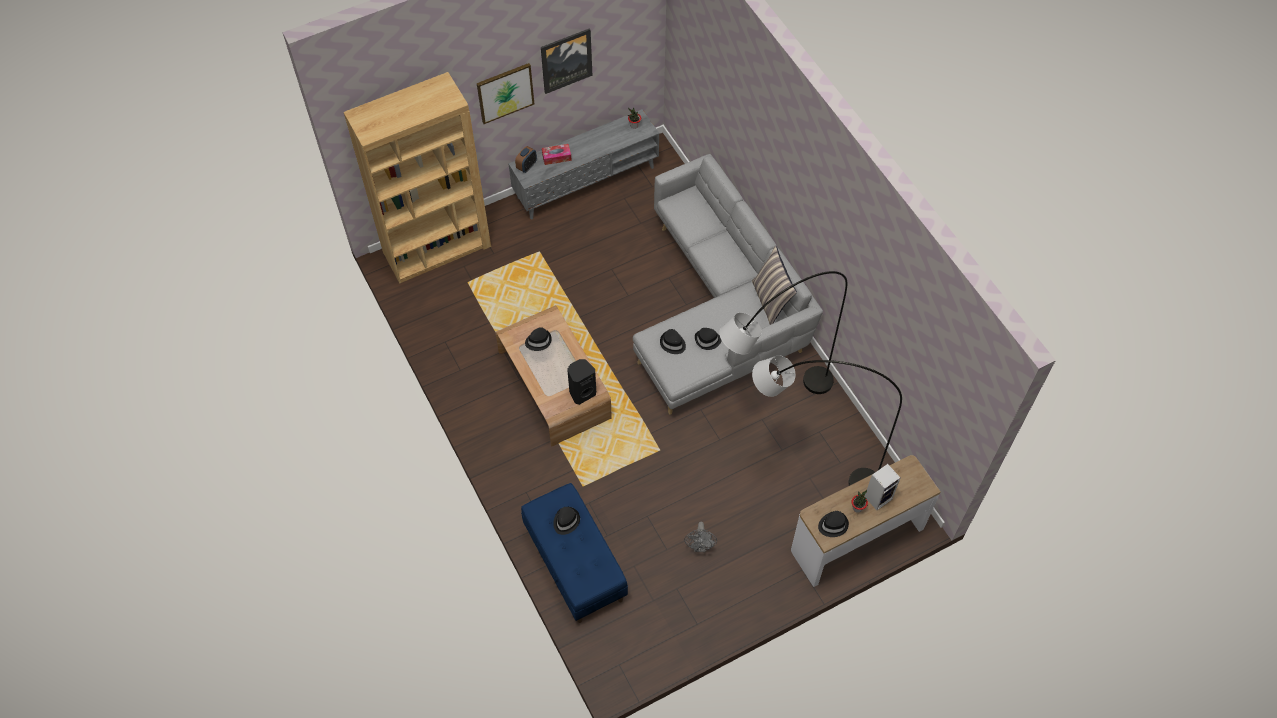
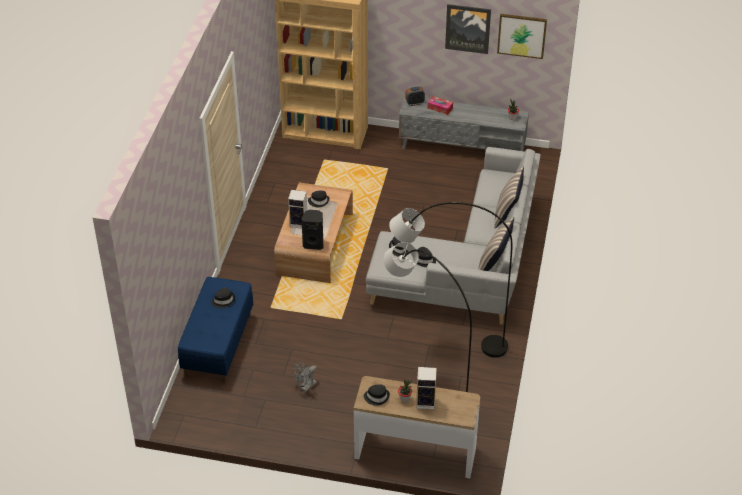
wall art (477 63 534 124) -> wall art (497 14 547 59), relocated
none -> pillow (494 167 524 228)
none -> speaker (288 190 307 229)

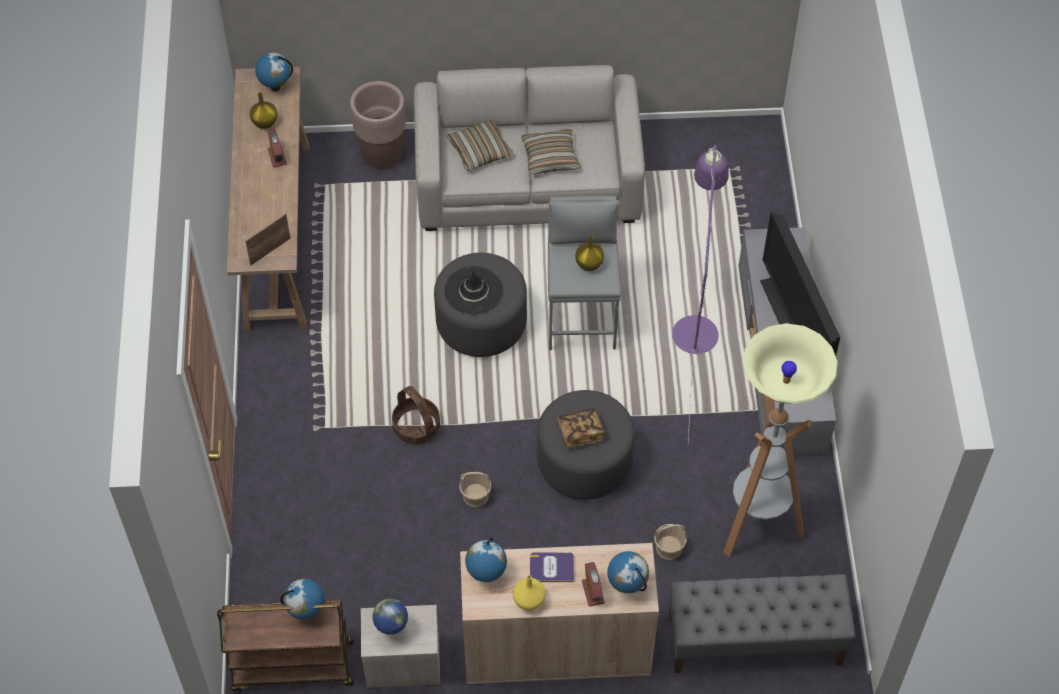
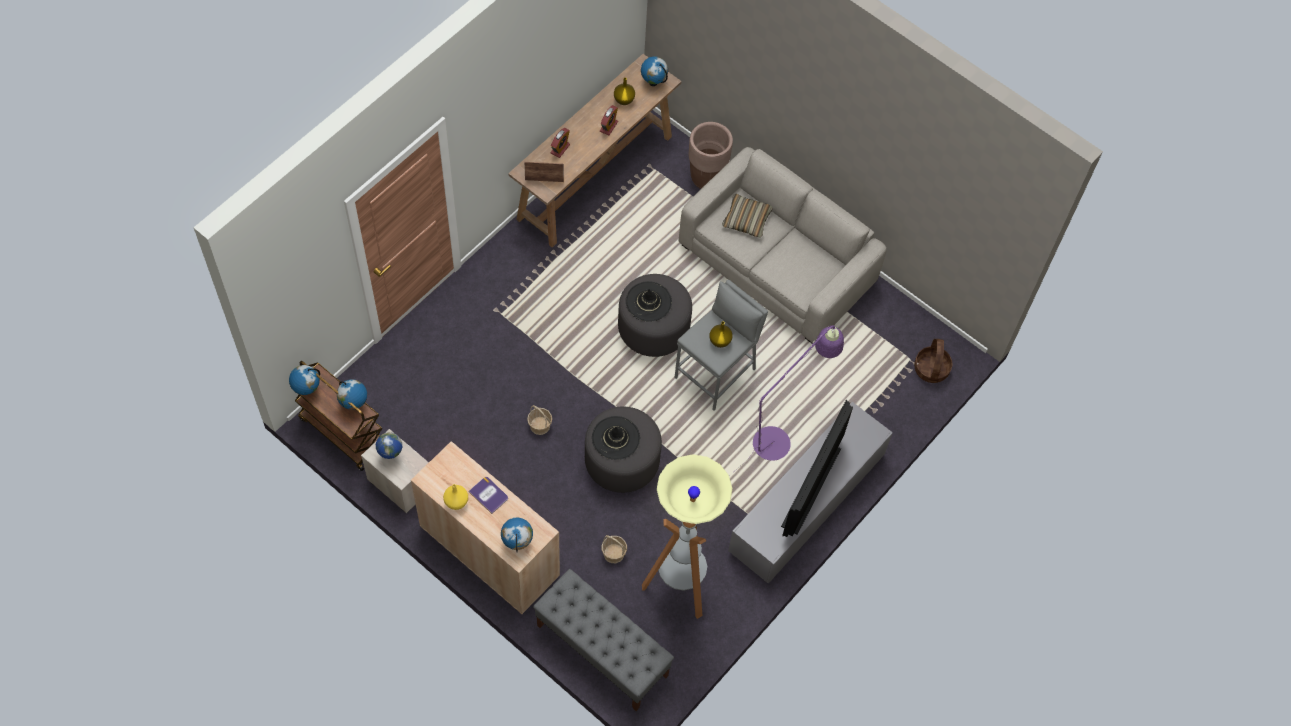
pillow (521 129 581 174) -> none
basket (392 386 440 444) -> basket (914 339 953 383), relocated
bound book (557 408 604 448) -> black wearable hat (592 416 640 460)
desk globe (465 538 507 582) -> desk globe (289 365 320 395), relocated
bedside clock (582 562 605 607) -> bedside clock (551 128 570 158), relocated

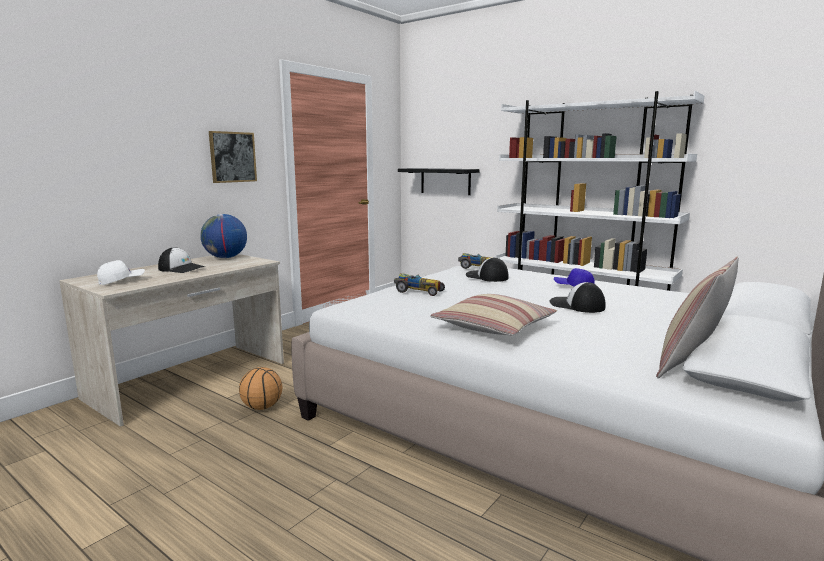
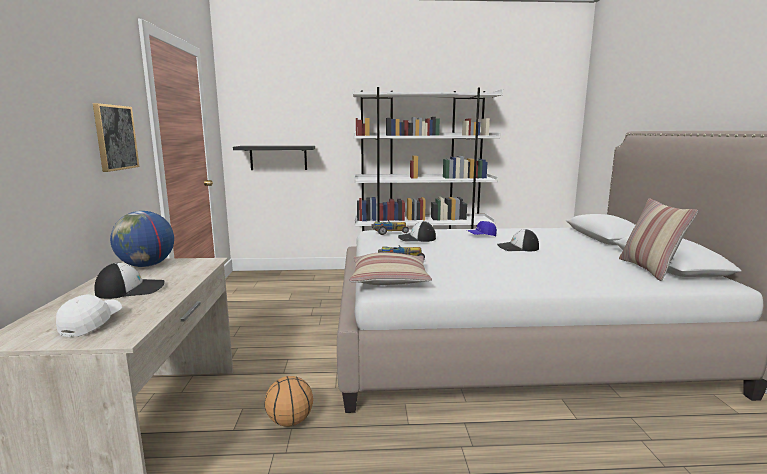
pillow (431 294 557 335) -> pillow (349 252 432 285), relocated

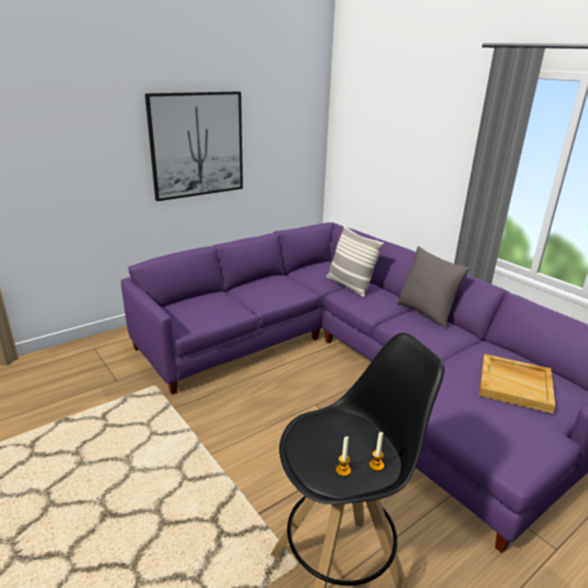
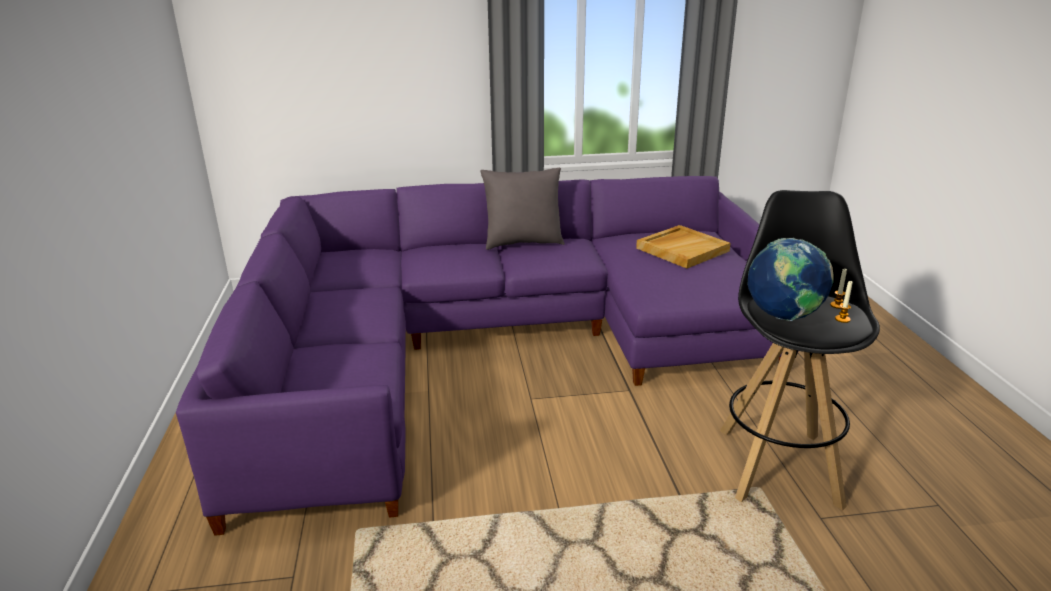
wall art (145 91 243 201) -> none
pillow (326 226 384 297) -> none
none -> desk globe (748 238 834 321)

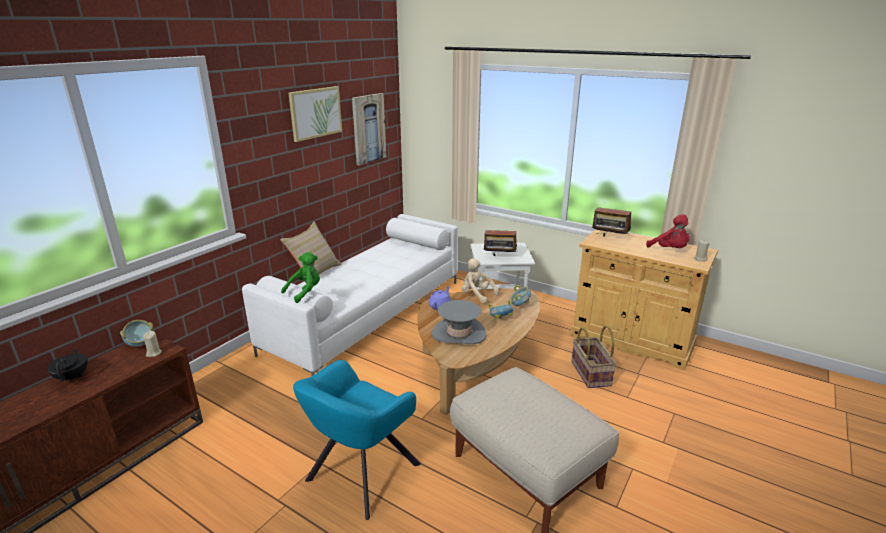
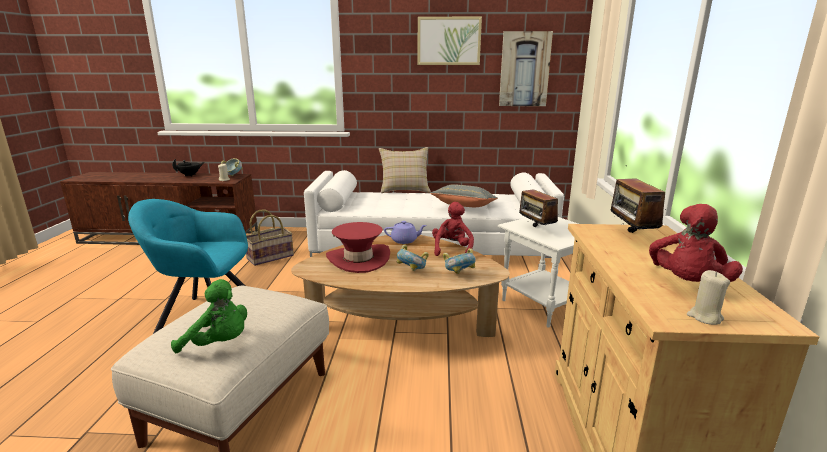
greenish plush toy (281 252 320 303) -> greenish plush toy (171 279 247 353), relocated
beige plush toy (462 258 499 304) -> red-coloured plush toy (432 202 474 256)
gray wearable hat (432 300 487 344) -> red-coloured wearable hat (326 222 390 273)
basket (571 326 617 388) -> basket (246 209 294 266), relocated
none -> gray pillow (430 184 498 207)

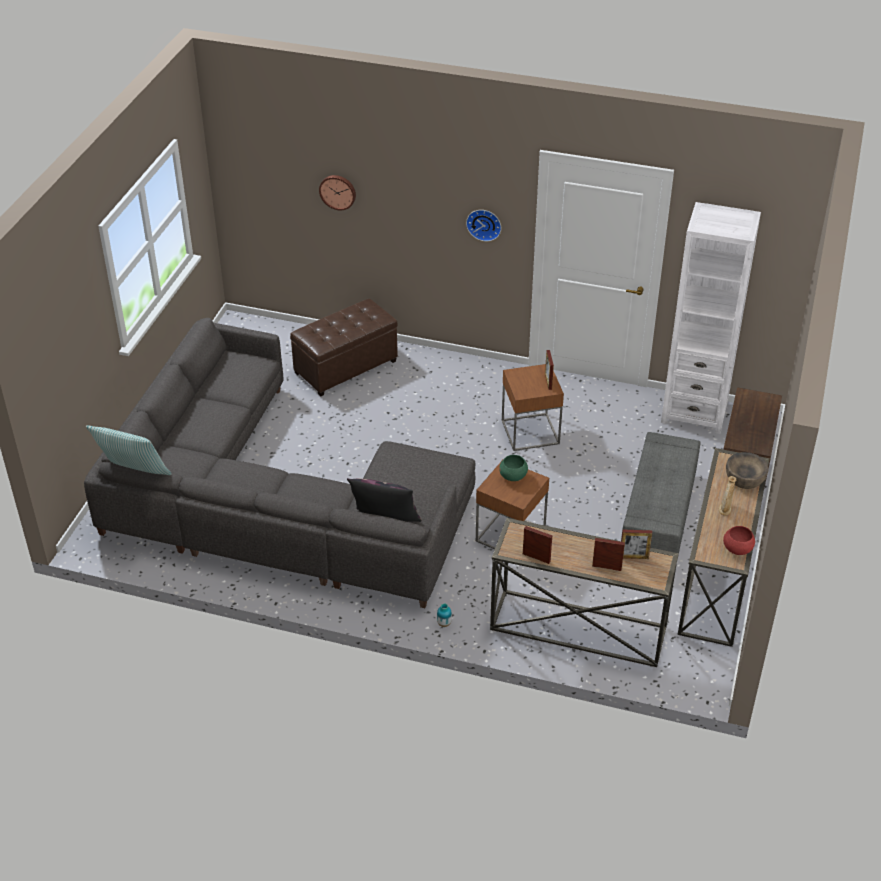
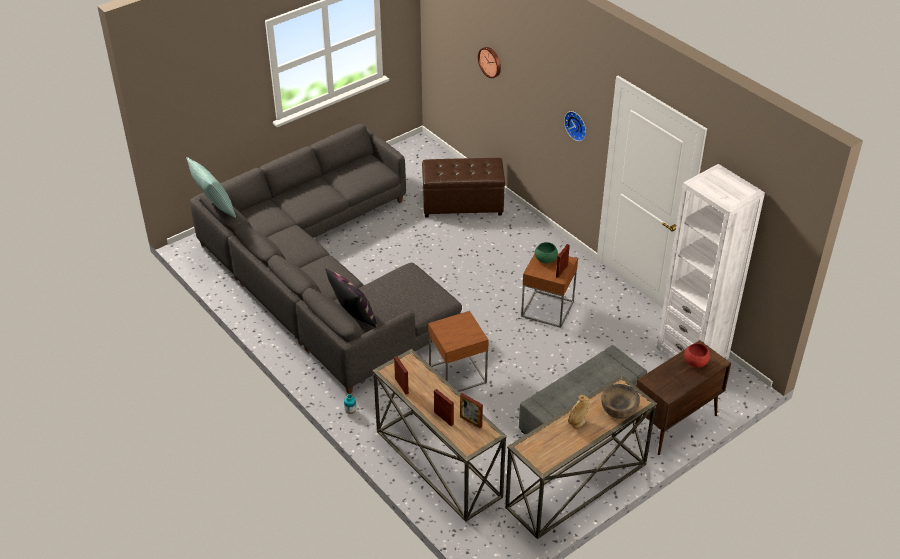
greenish deep dish (499 455 528 481) -> greenish deep dish (535 242 558 263), relocated
red-coloured deep dish (723 526 755 555) -> red-coloured deep dish (684 343 710 367), relocated

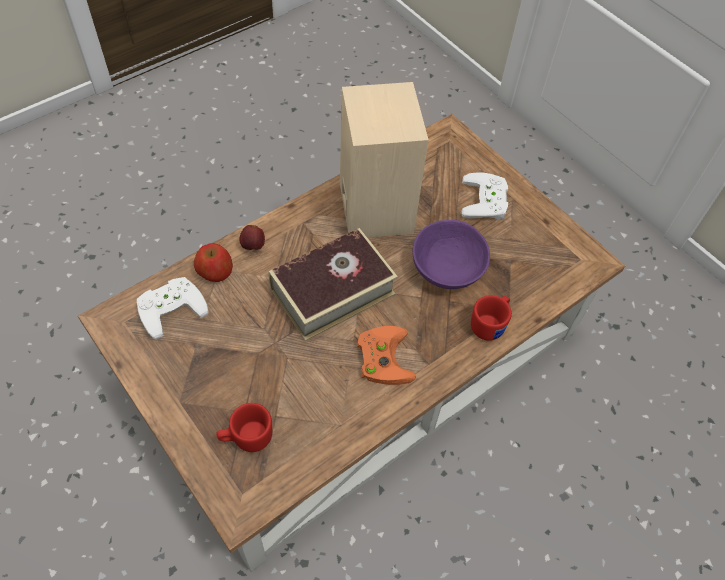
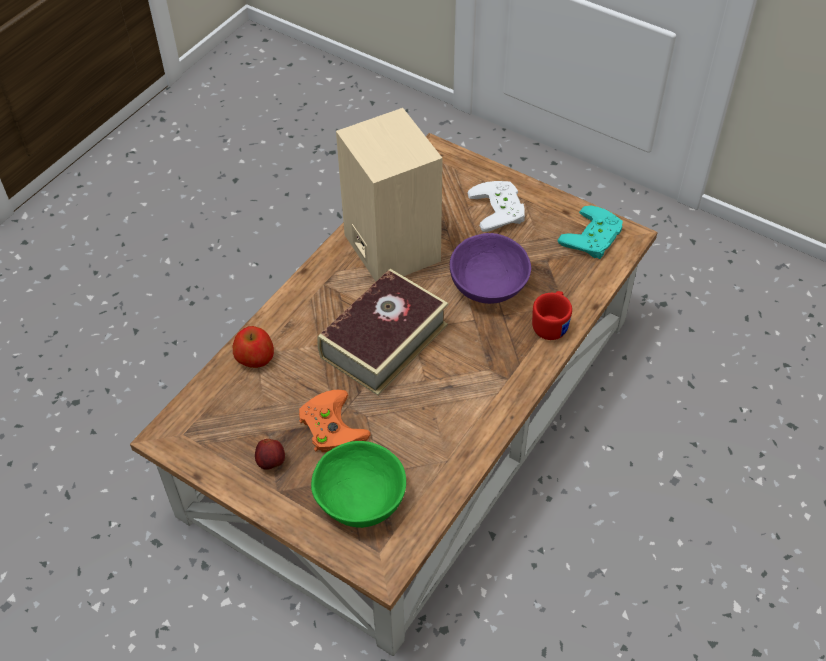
apple fruit (240 225 265 250) -> apple fruit (255 439 285 470), relocated
white joypad (137 277 209 340) -> none
orangey joypad (357 326 416 385) -> orangey joypad (299 390 371 452), relocated
red-coloured tea mug (216 403 272 452) -> greenish deep dish (311 441 406 528)
none -> turquoise joypad (558 206 623 259)

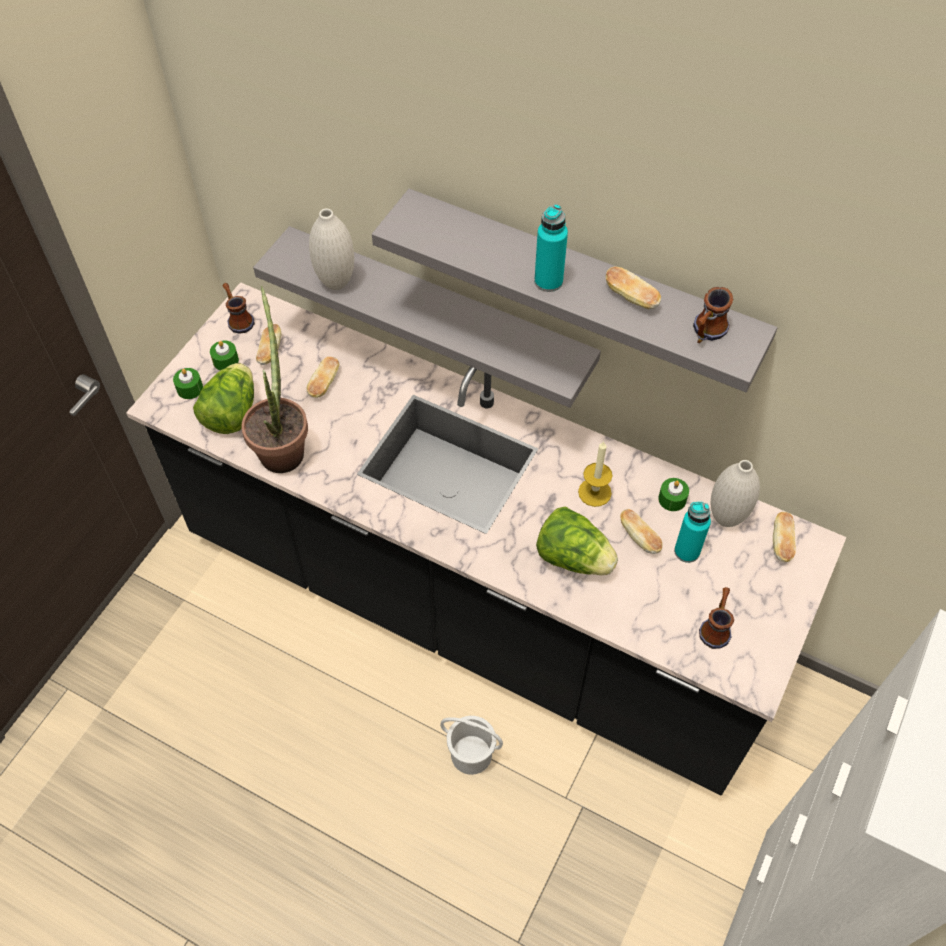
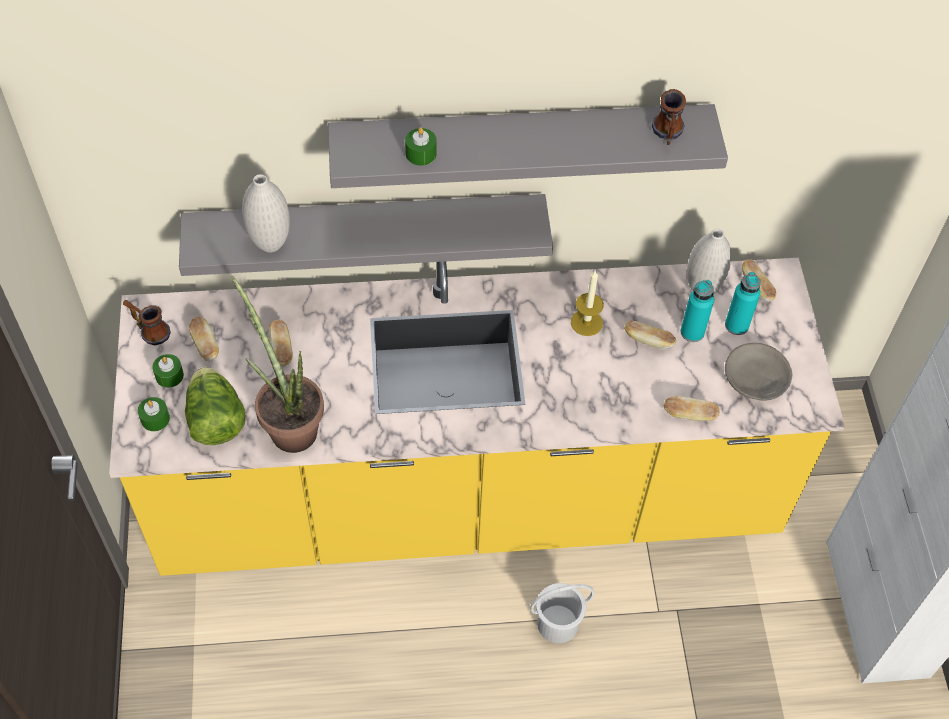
turquoise bottle (534 204 568 292) -> turquoise bottle (725 272 761 335), relocated
bread (605 267 661 309) -> bread (664 396 720 421), relocated
black kitchen base unit (126 282 846 796) -> yellow-coloured kitchen base unit (109 258 845 576)
greenish candle (658 478 689 511) -> greenish candle (405 127 437 166), relocated
lettuce (536 506 618 575) -> none
tea mug (699 587 734 649) -> gray deep dish (725 343 792 400)

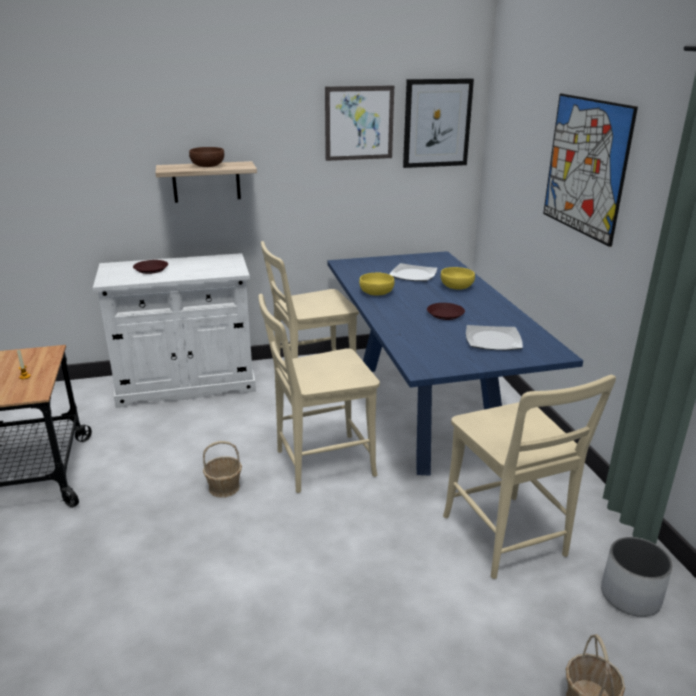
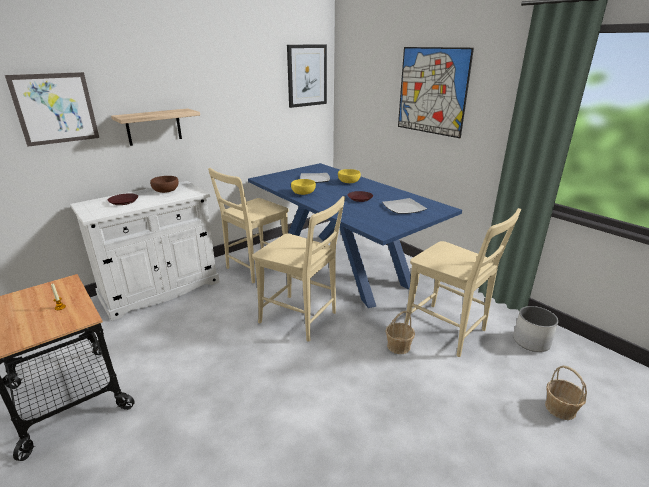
wall art (325 86 394 161) -> wall art (5 72 99 147), relocated
brown-coloured deep dish (189 147 224 167) -> brown-coloured deep dish (150 176 179 193), relocated
beige upright chair (258 294 380 493) -> beige upright chair (252 196 345 341), 105 degrees counterclockwise
basket (203 441 242 498) -> basket (386 311 415 354), relocated

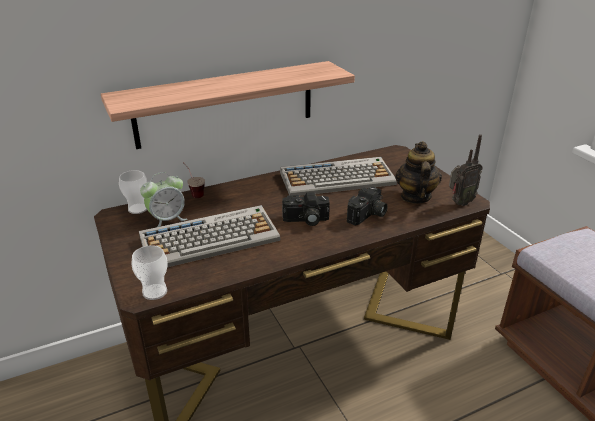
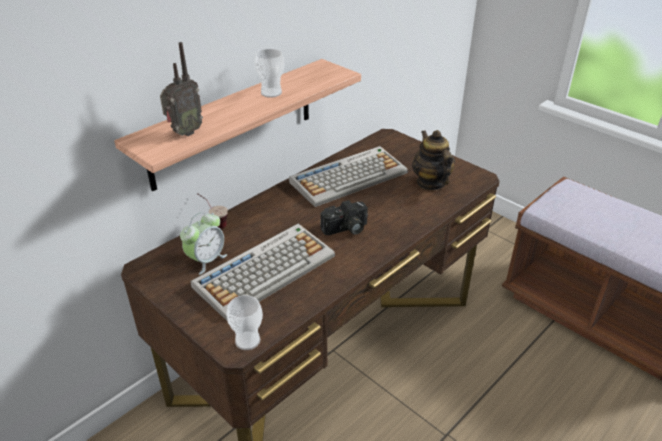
radio (449 134 482 206) -> radio (160 42 203 136), relocated
cup (119 170 147 214) -> cup (254 49 284 98), relocated
still camera (347 187 388 226) -> none

